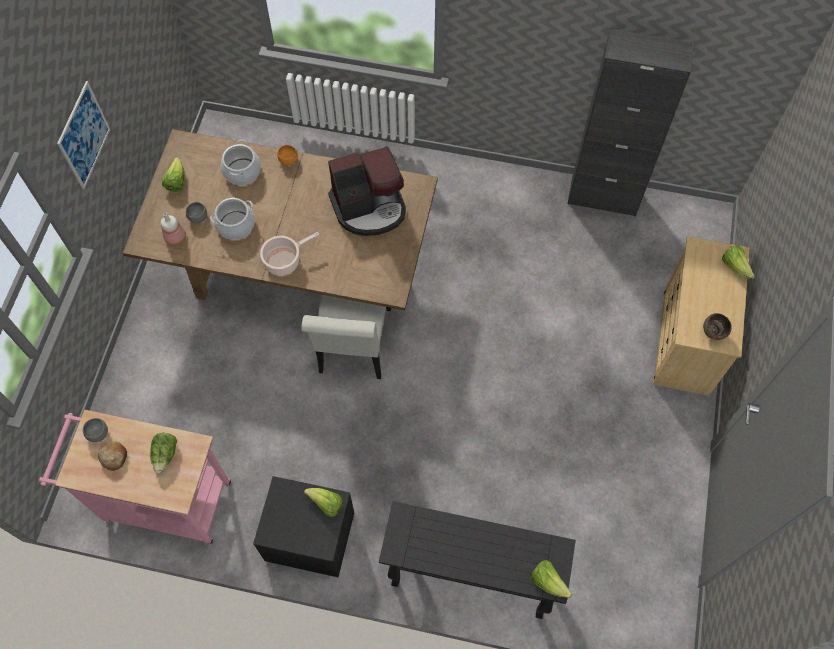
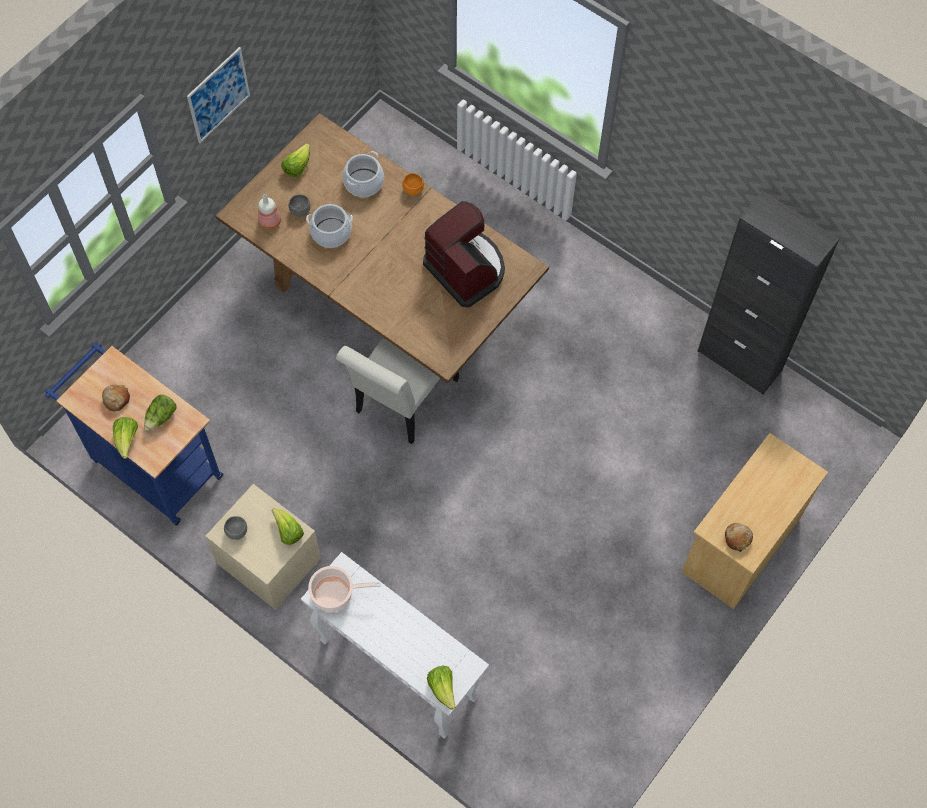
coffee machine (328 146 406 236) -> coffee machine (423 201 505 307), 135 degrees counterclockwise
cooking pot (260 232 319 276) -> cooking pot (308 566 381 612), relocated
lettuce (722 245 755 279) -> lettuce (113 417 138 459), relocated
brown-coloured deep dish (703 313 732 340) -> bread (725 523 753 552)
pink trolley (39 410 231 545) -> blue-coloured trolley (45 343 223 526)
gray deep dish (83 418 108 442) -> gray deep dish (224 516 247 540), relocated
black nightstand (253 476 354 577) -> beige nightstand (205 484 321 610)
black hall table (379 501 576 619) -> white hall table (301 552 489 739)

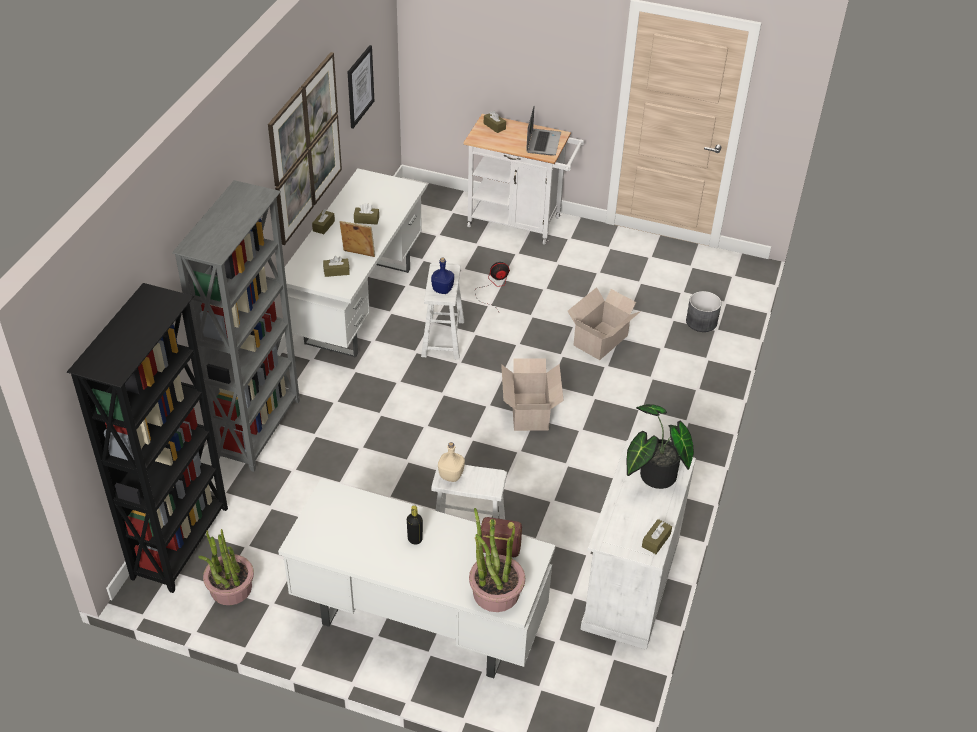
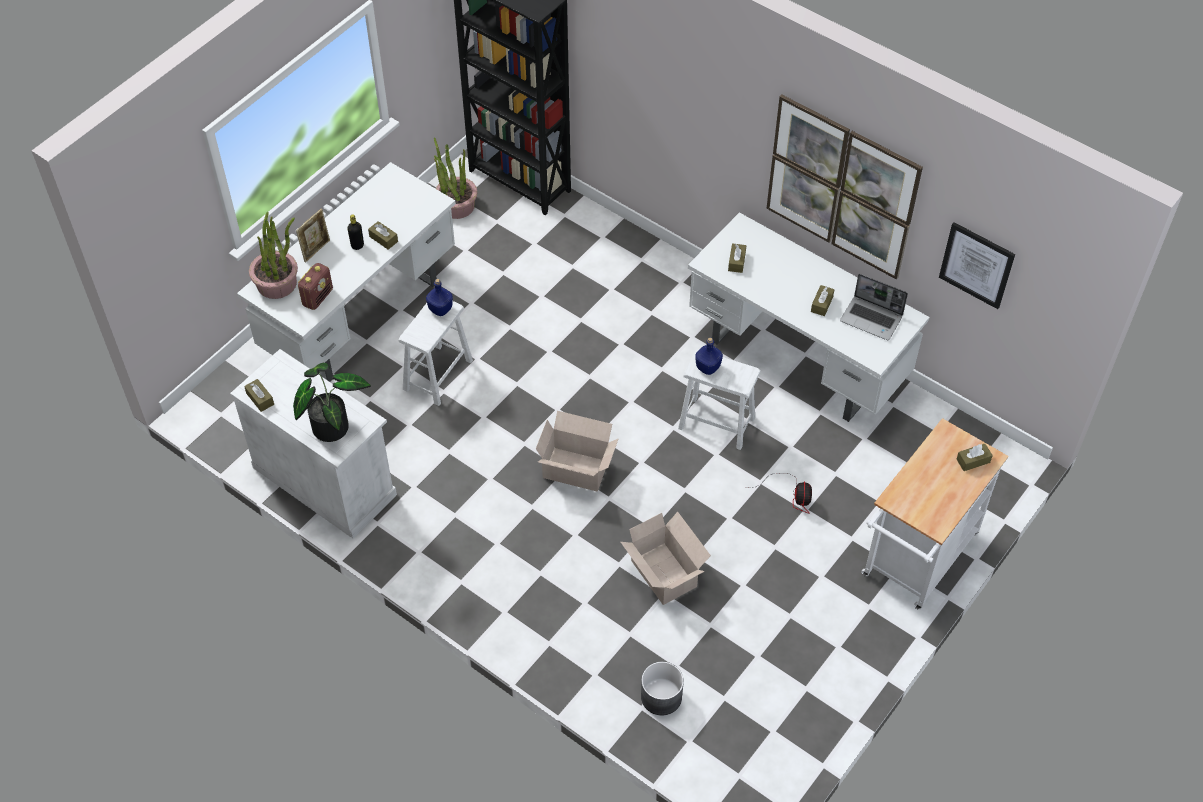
notebook computer (526 105 561 155) -> notebook computer (840 274 908 340), relocated
gray bookcase (172 180 300 472) -> none
brown-coloured box of tissues (312 209 335 234) -> brown-coloured box of tissues (368 221 398 250), relocated
photo frame (339 221 375 257) -> photo frame (296 209 330 263), relocated
beige bottle (438 442 465 482) -> blue-coloured bottle (426 279 453 316)

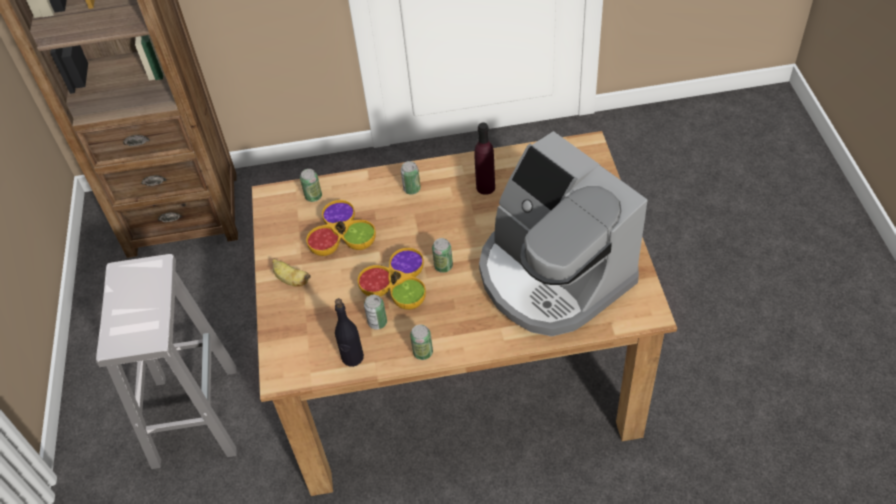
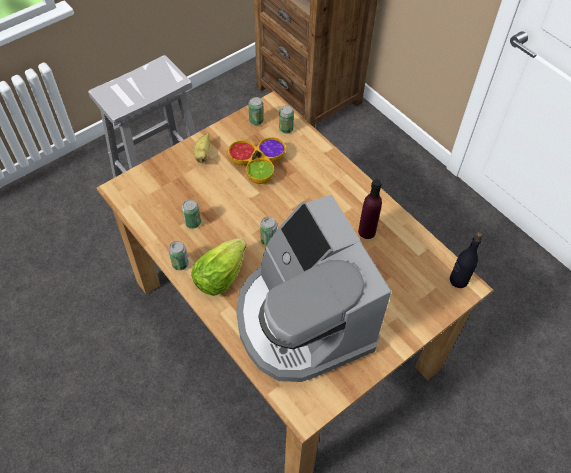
coffee machine (479 131 647 337) -> coffee machine (236 194 391 382), 45 degrees counterclockwise
sealed can (401 161 421 194) -> sealed can (248 97 264 125), relocated
deep dish (358 248 426 310) -> none
black bottle (335 298 364 367) -> black bottle (450 232 483 288), relocated
none -> lettuce (191 238 247 296)

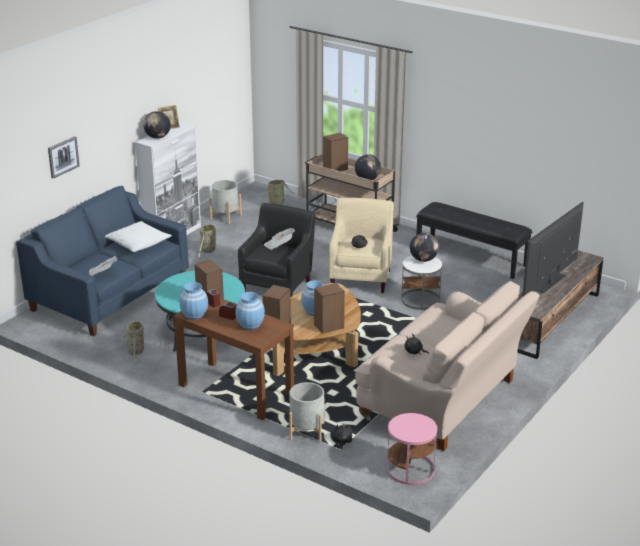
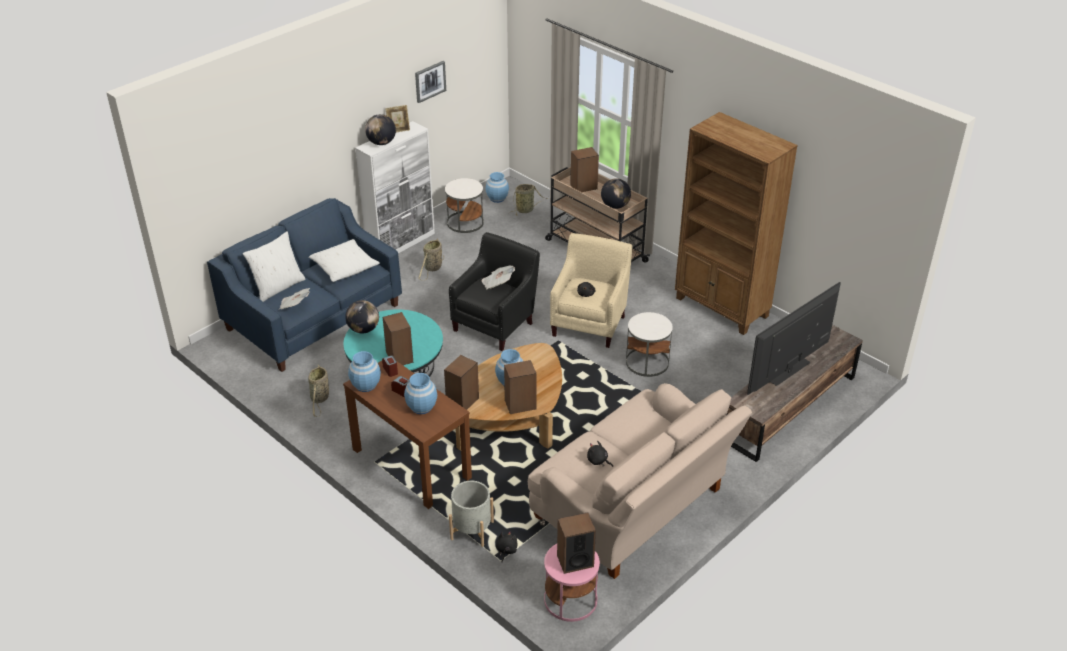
wall art (48 136 80 179) -> wall art (415 61 446 103), relocated
gray flower pot (209 180 242 224) -> white accent table (445 178 484 233)
black long seat (416 202 532 279) -> brown-coloured bookcase (675 112 798 335)
desk globe (410 233 439 262) -> desk globe (345 300 379 334), relocated
none -> blue-coloured flower vase (486 172 509 203)
none -> white pillow (243 231 305 302)
none -> speaker (557 512 596 574)

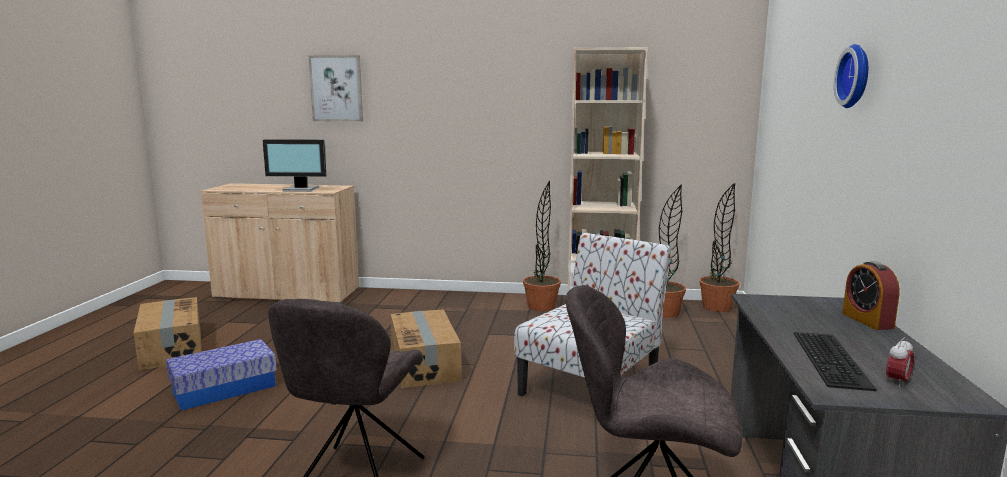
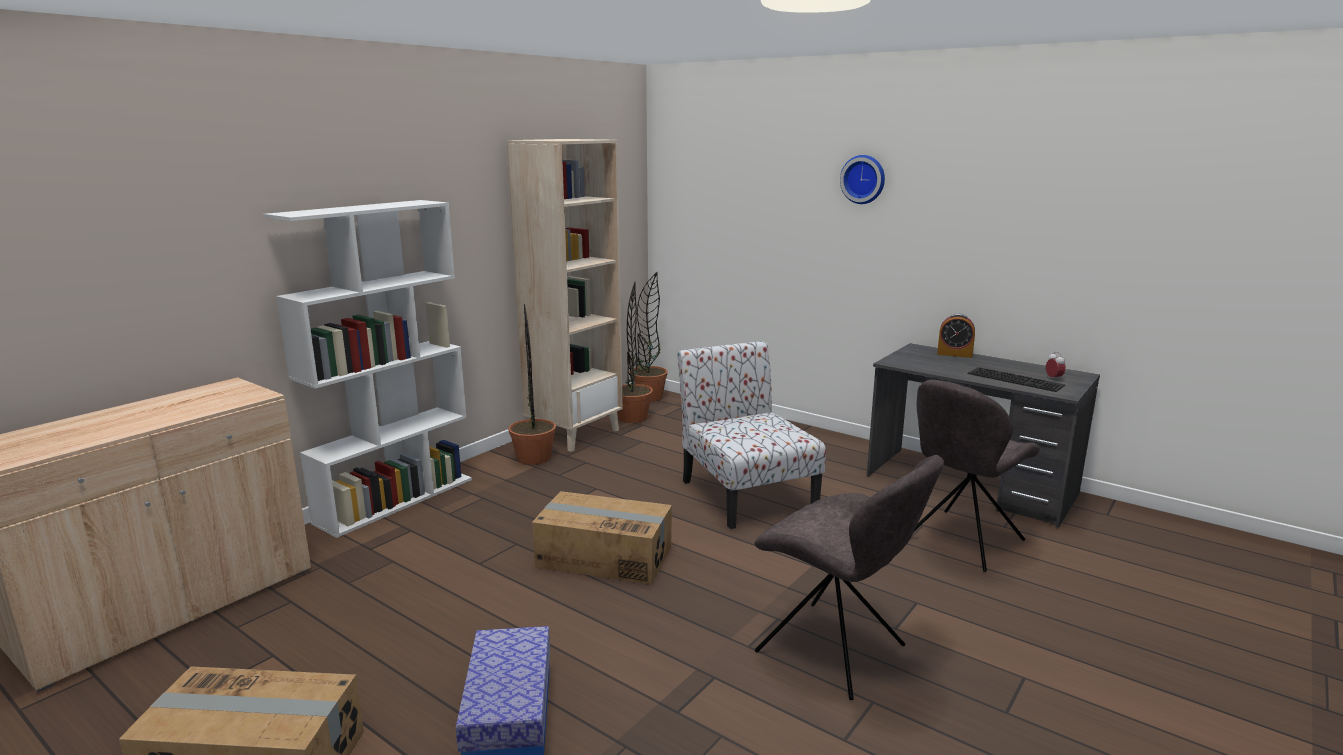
wall art (309 55 363 122) -> none
monitor (263 139 326 192) -> none
none -> white bookcase (263 200 472 538)

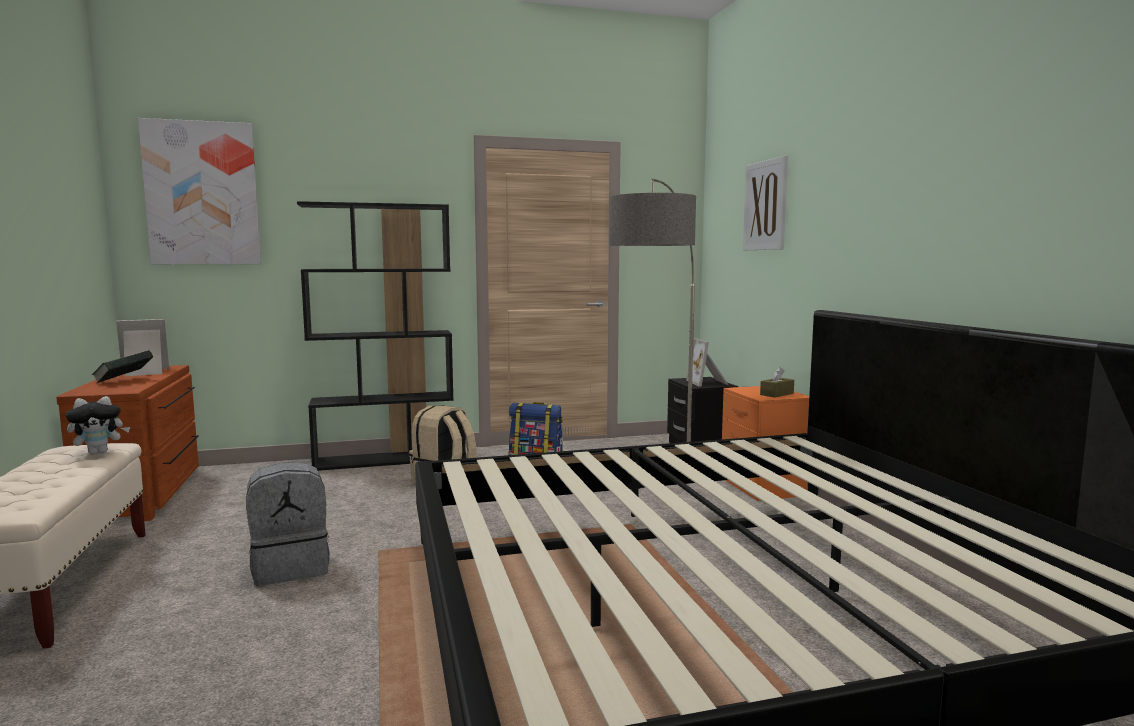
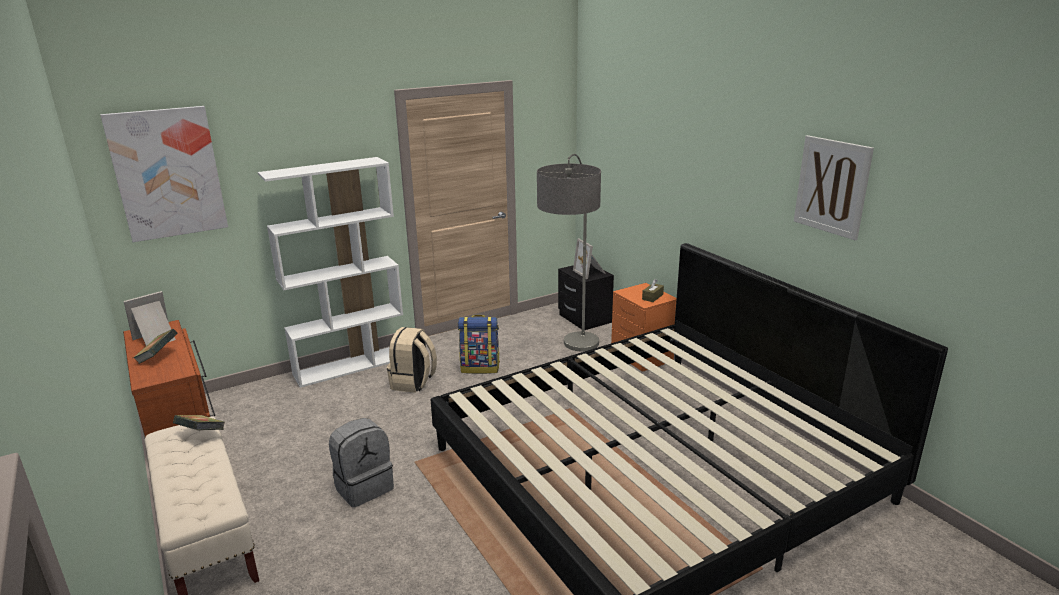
wall art (743 156 788 250) -> wall art (794 135 874 240), relocated
black bookcase (297 201 454 471) -> white bookcase (258 157 403 388)
plush toy (66 396 130 455) -> bound book (173 415 225 430)

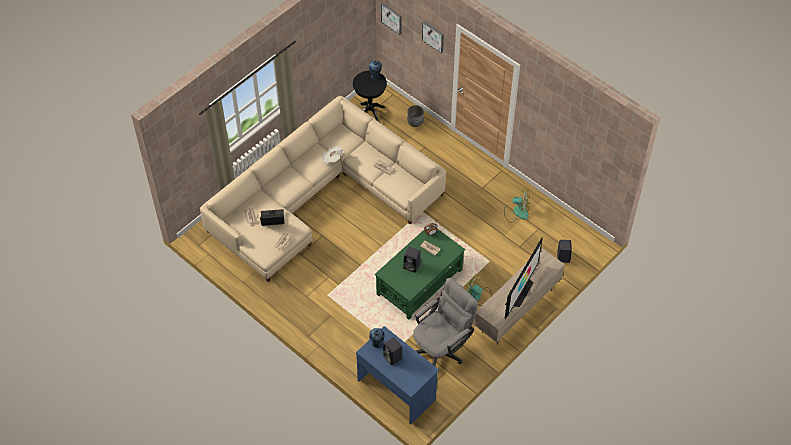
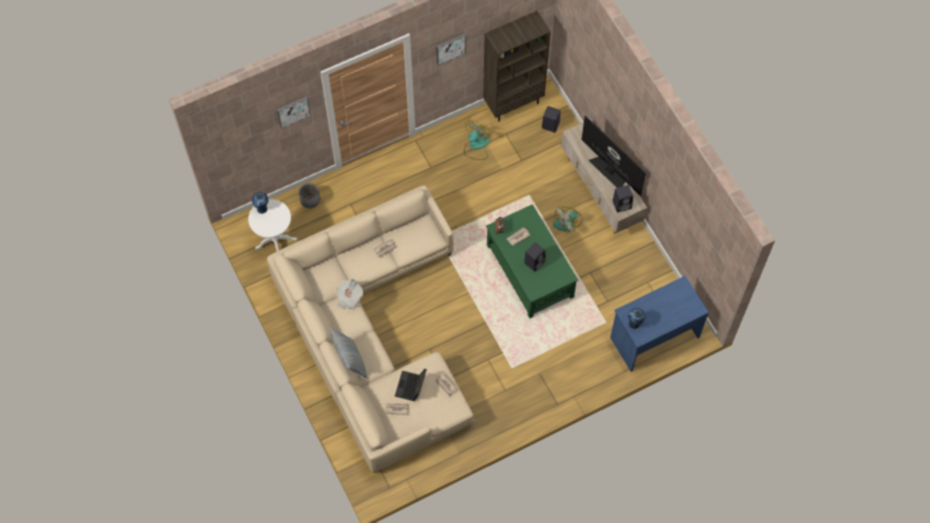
wall art (381 3 402 35) -> wall art (436 34 466 65), relocated
black accent table (353 71 387 122) -> white accent table (248 199 297 251)
gray desk chair (413 277 478 366) -> none
black speaker (383 337 402 365) -> black speaker (612 185 633 212), relocated
none -> brown-coloured bookcase (483 11 551 122)
none -> pillow (330 328 367 379)

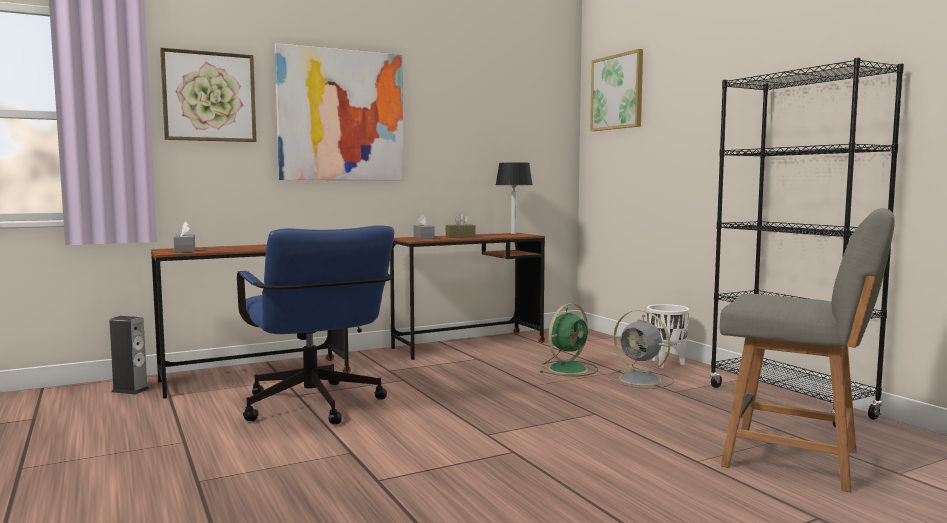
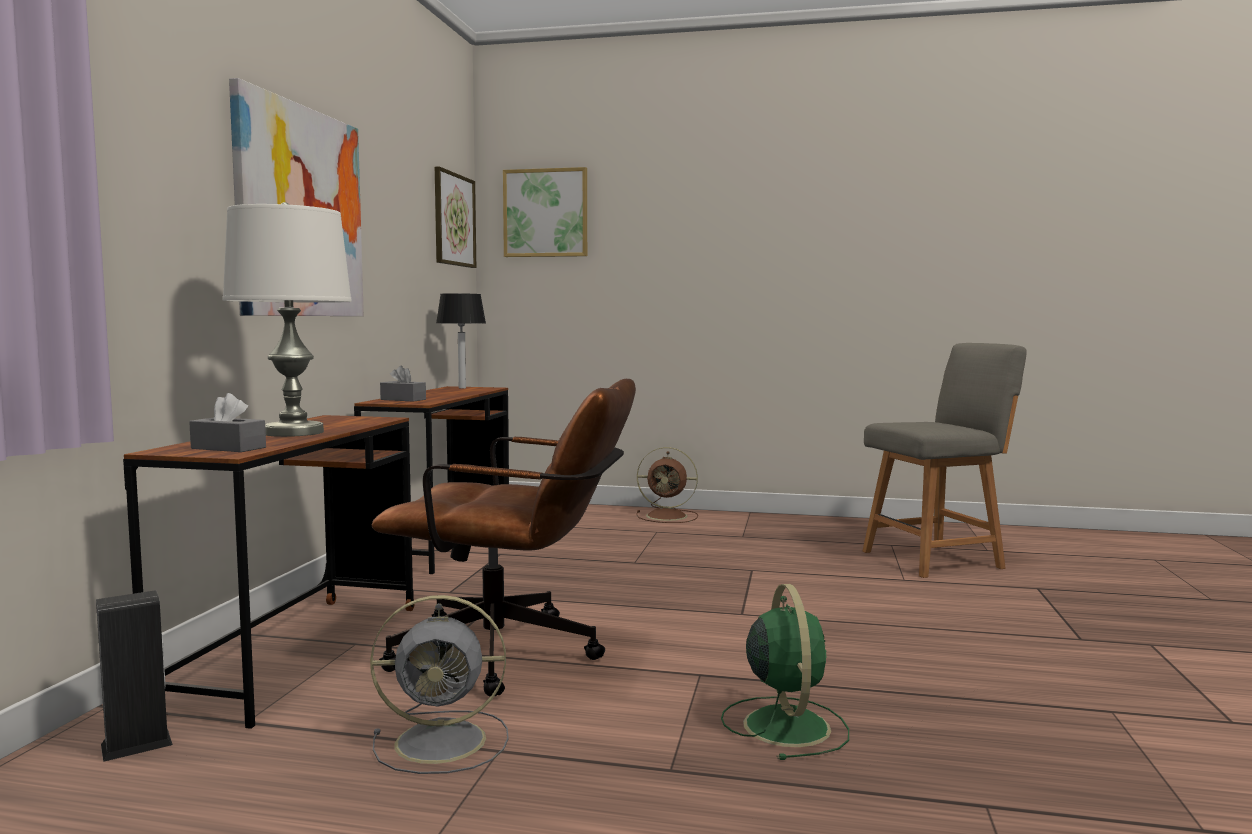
wall art (160 48 256 142) -> wall art (435 166 476 268), relocated
black bookcase (710 58 904 428) -> none
brown-coloured box of tissues (446 214 476 238) -> none
blue-coloured desk chair (237 225 394 424) -> brown-coloured desk chair (372 379 636 697)
greenish cooling fan (539 303 598 376) -> greenish cooling fan (721 584 849 760), relocated
white flower pot (647 304 689 368) -> brown-coloured cooling fan (636 447 698 523)
gray cooling fan (609 310 674 389) -> gray cooling fan (370 595 509 774), relocated
none -> white lamp for a table (222 202 352 437)

